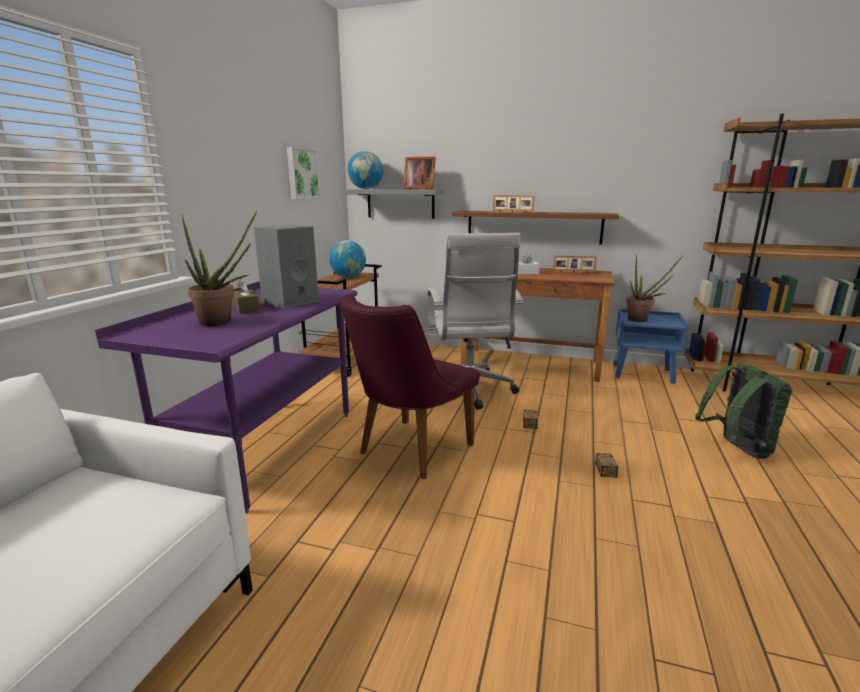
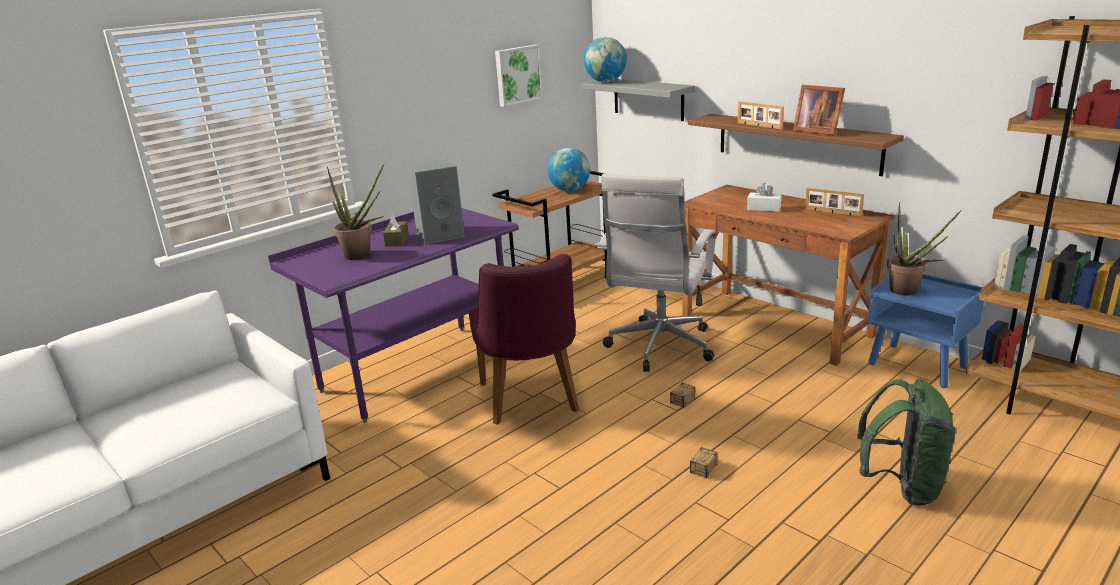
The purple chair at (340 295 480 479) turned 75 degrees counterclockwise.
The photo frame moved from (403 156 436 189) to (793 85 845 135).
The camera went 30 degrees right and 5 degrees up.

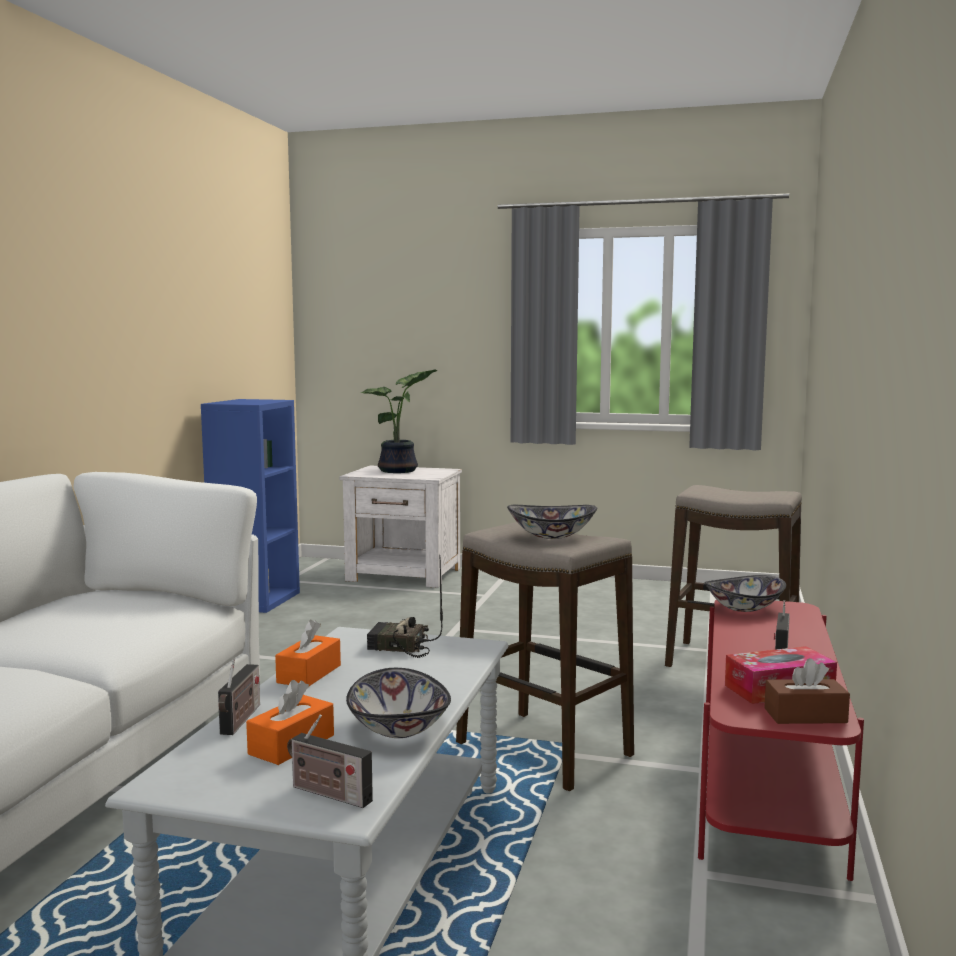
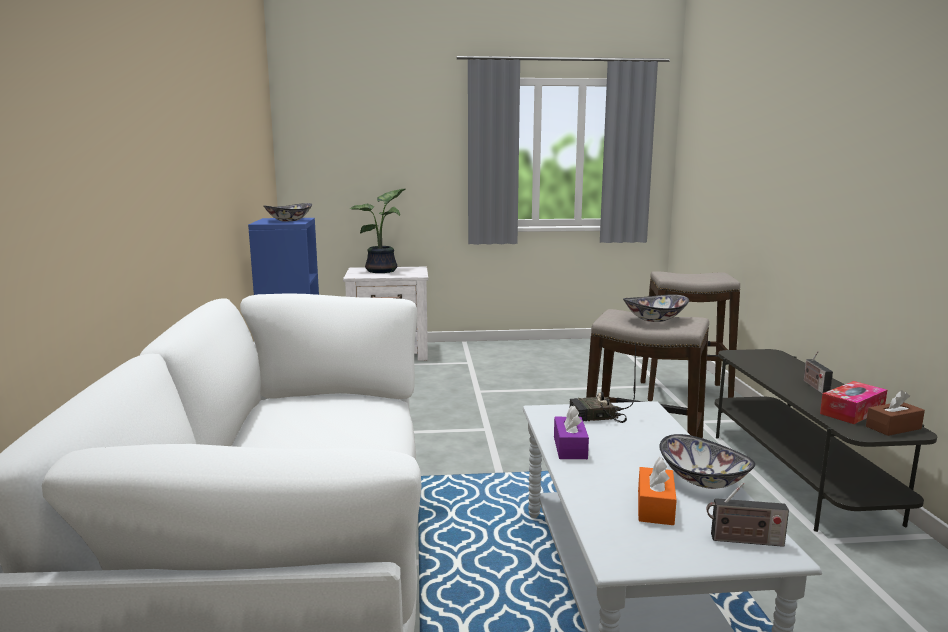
The radio set at (218 658 260 735) disappeared.
The orangey tissue holder at (275 620 341 686) became the purple tissue holder at (554 406 589 459).
The red tv stand at (698 599 864 881) became the grey tv stand at (715 349 937 532).
The serving bowl moved from (705 575 786 612) to (264 203 312 221).
The camera went 20 degrees left and 5 degrees up.

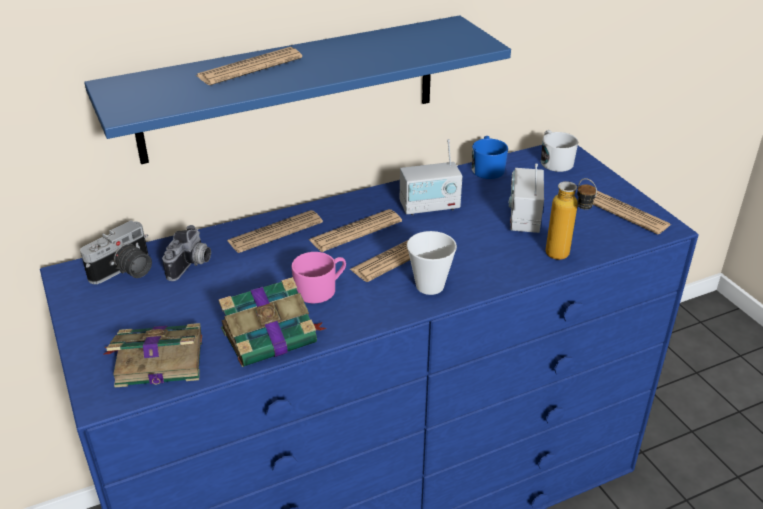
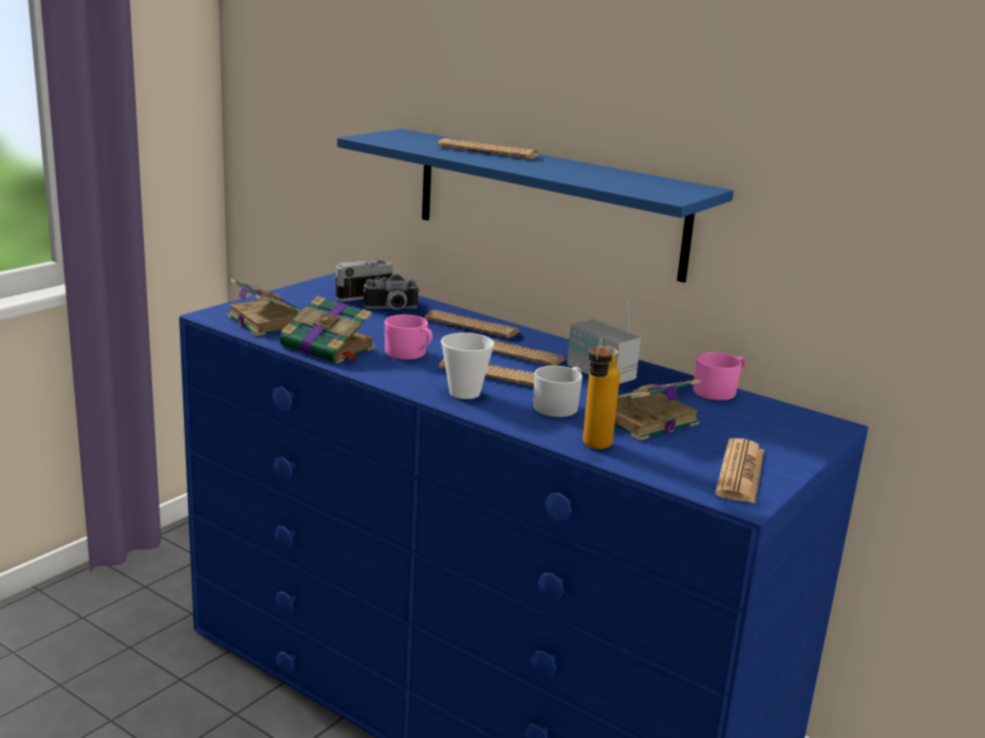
The photo camera at (80 220 152 284) turned 135 degrees clockwise.
The bluish tea mug at (472 136 508 179) became the pinkish tea mug at (693 352 745 400).
The radio set at (509 164 544 233) was replaced by the book at (615 379 700 441).
The white tea mug moved from (541 130 578 172) to (533 366 582 417).
The camera went 60 degrees right and 15 degrees down.

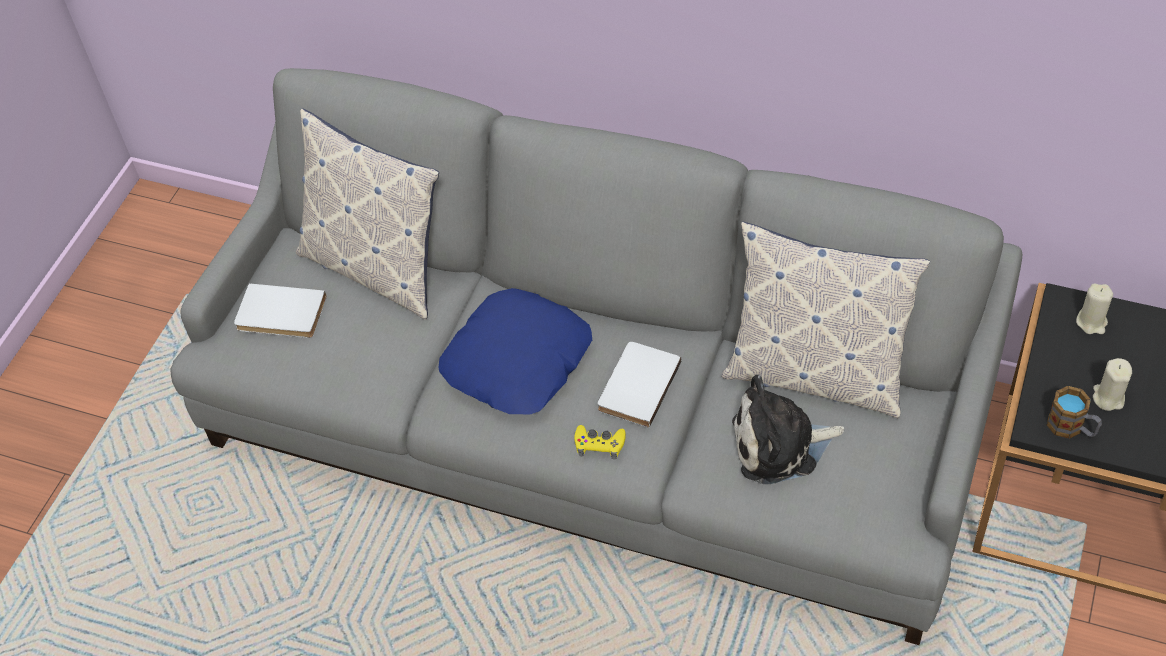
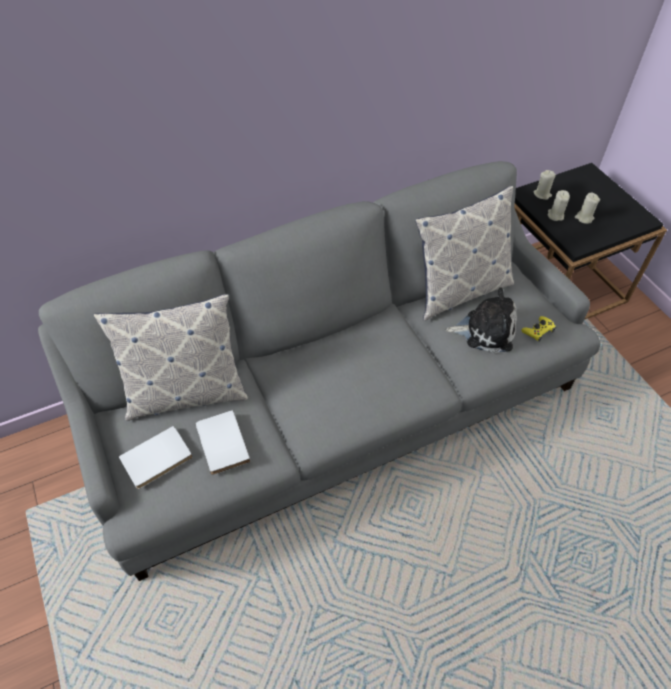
The bluish pillow at (439 288 592 414) disappeared.
The yellow gamepad moved from (574 425 626 460) to (522 316 556 342).
The white book moved from (598 342 682 428) to (196 410 251 475).
The cuddly toy at (732 375 845 484) turned 120 degrees counterclockwise.
The tea mug at (1047 386 1102 439) disappeared.
The beige wax candle at (548 190 570 221) appeared.
The camera went 50 degrees left and 0 degrees up.

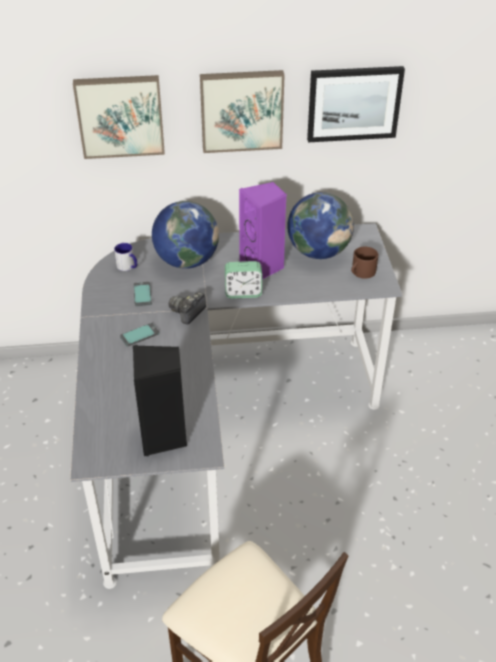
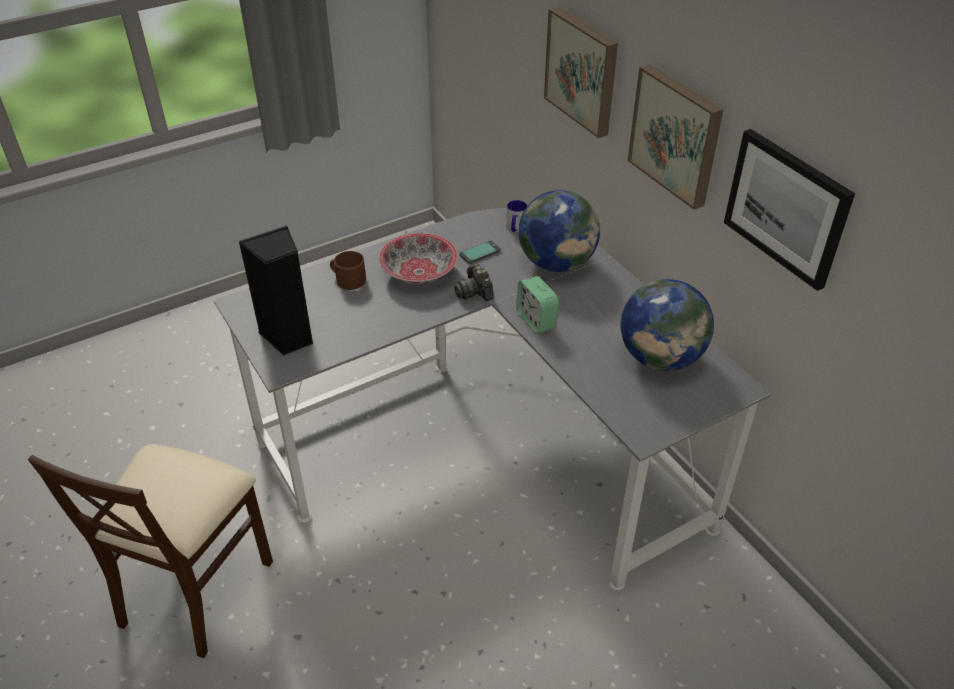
The phone at (120 323 159 347) was replaced by the serving bowl at (379 233 458 284).
The photo camera at (169 292 206 324) turned 120 degrees counterclockwise.
The purple loudspeaker at (239 182 286 280) disappeared.
The brown tea mug moved from (351 247 378 279) to (330 251 366 290).
The camera went 65 degrees right and 0 degrees up.

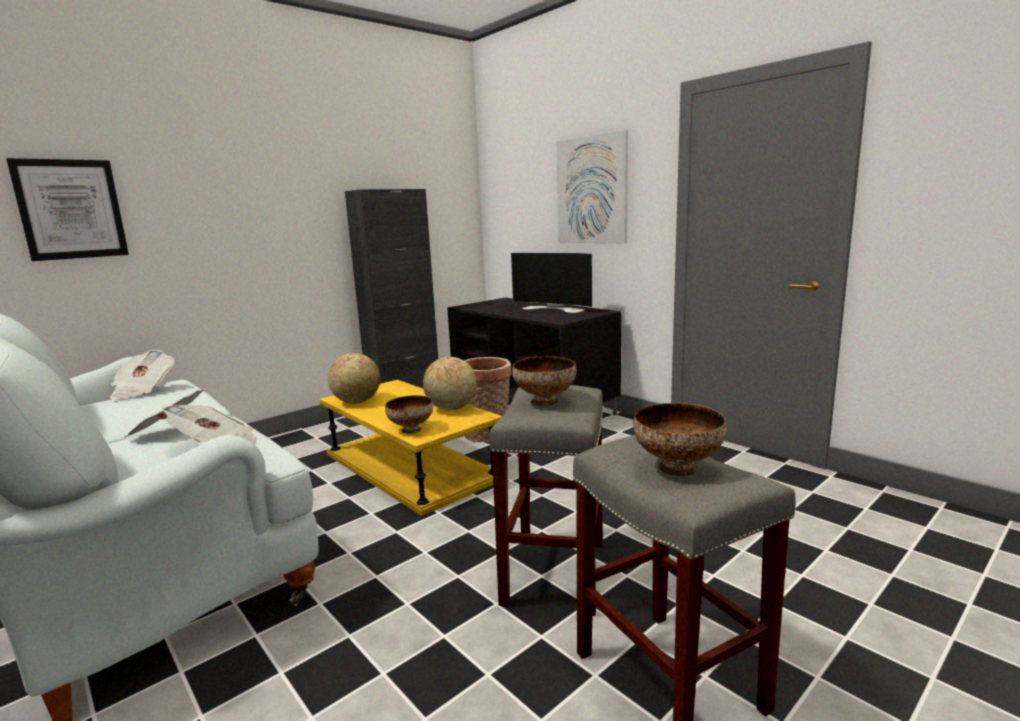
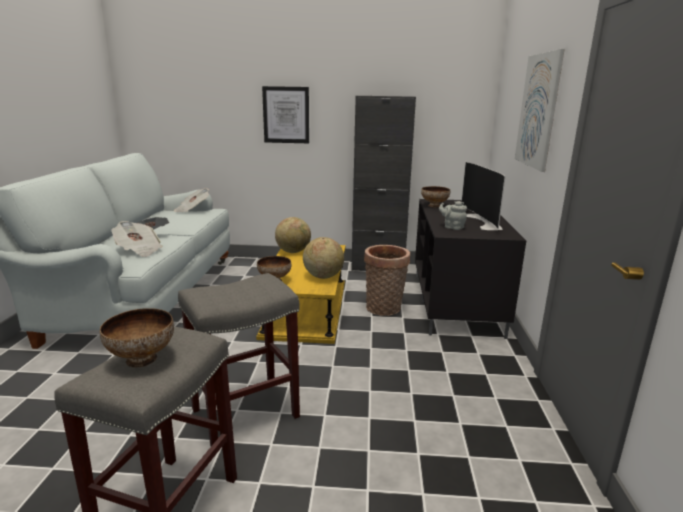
The picture moved from (6 158 129 261) to (262 86 309 143).
The serving bowl moved from (512 356 576 406) to (421 186 450 207).
The grey tea pot at (439 201 467 230) appeared.
The camera went 45 degrees right and 5 degrees up.

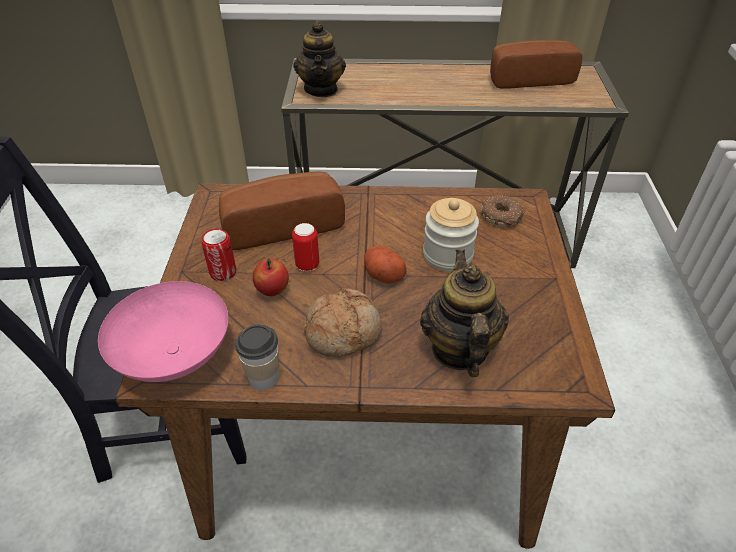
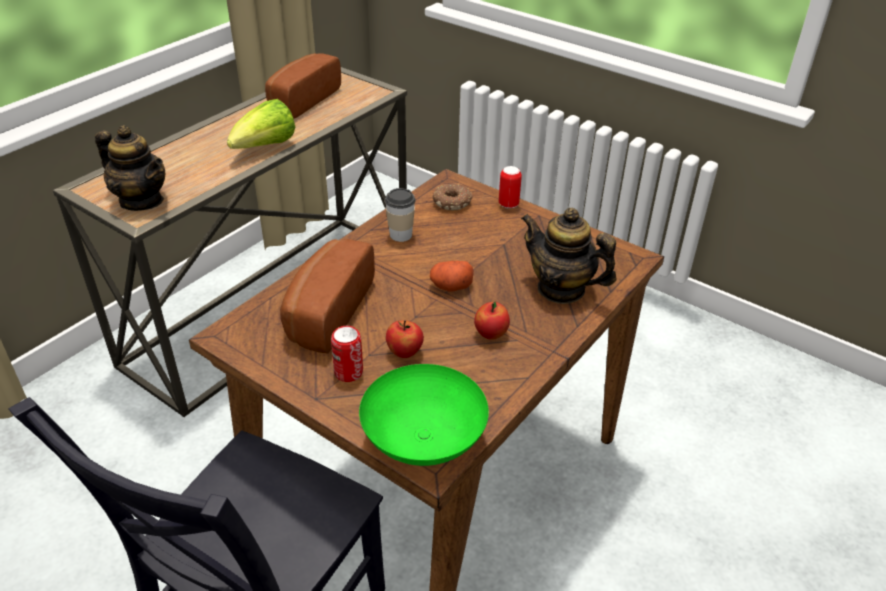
The pinkish serving bowl at (98 281 229 382) became the greenish serving bowl at (359 364 489 466).
The cup moved from (235 325 279 391) to (385 188 416 242).
The metal can moved from (292 223 319 272) to (499 166 522 209).
The bread at (304 288 382 357) was replaced by the apple fruit at (474 301 510 340).
The jar at (423 198 479 271) disappeared.
The head of lettuce at (227 99 295 149) appeared.
The camera went 55 degrees left and 5 degrees down.

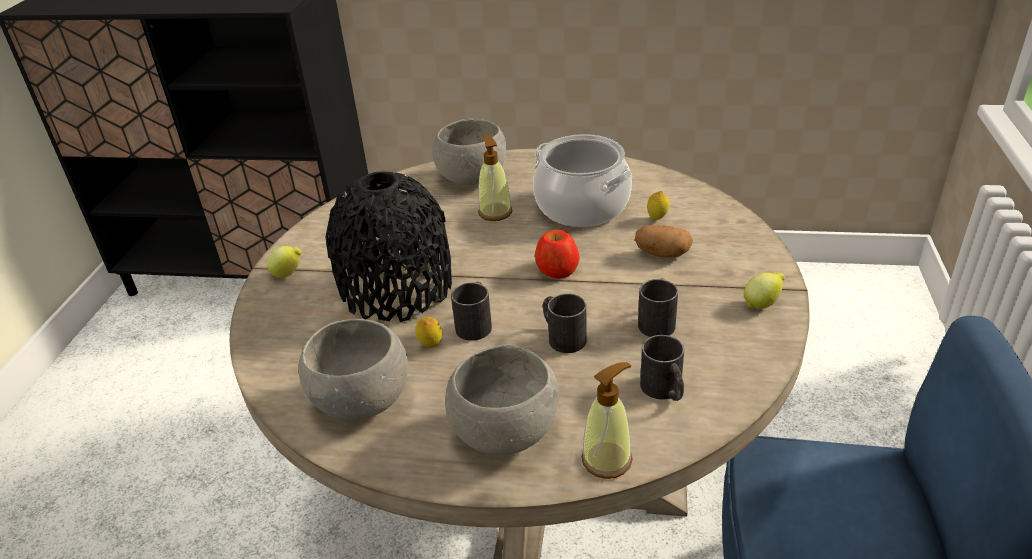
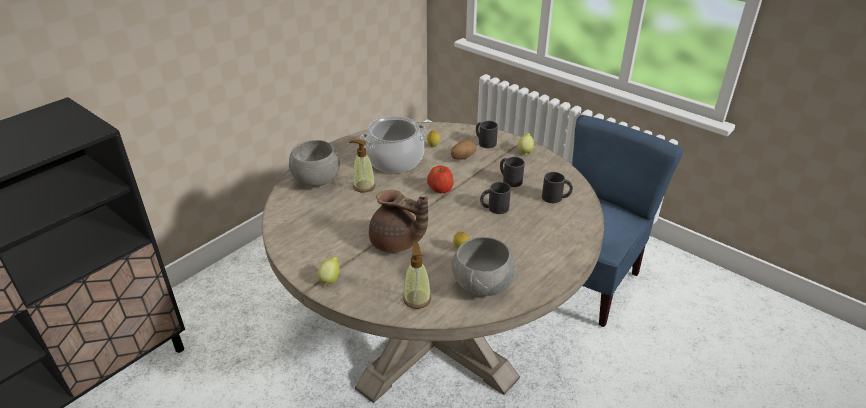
The black decorative vase at (326 171 452 322) was replaced by the brown tea pot at (369 190 428 253).
The grey serving bowl at (445 345 559 455) disappeared.
The black tea mug moved from (451 282 492 341) to (476 121 498 148).
The soap bottle moved from (581 362 633 479) to (403 242 431 309).
The camera went 60 degrees left and 0 degrees up.

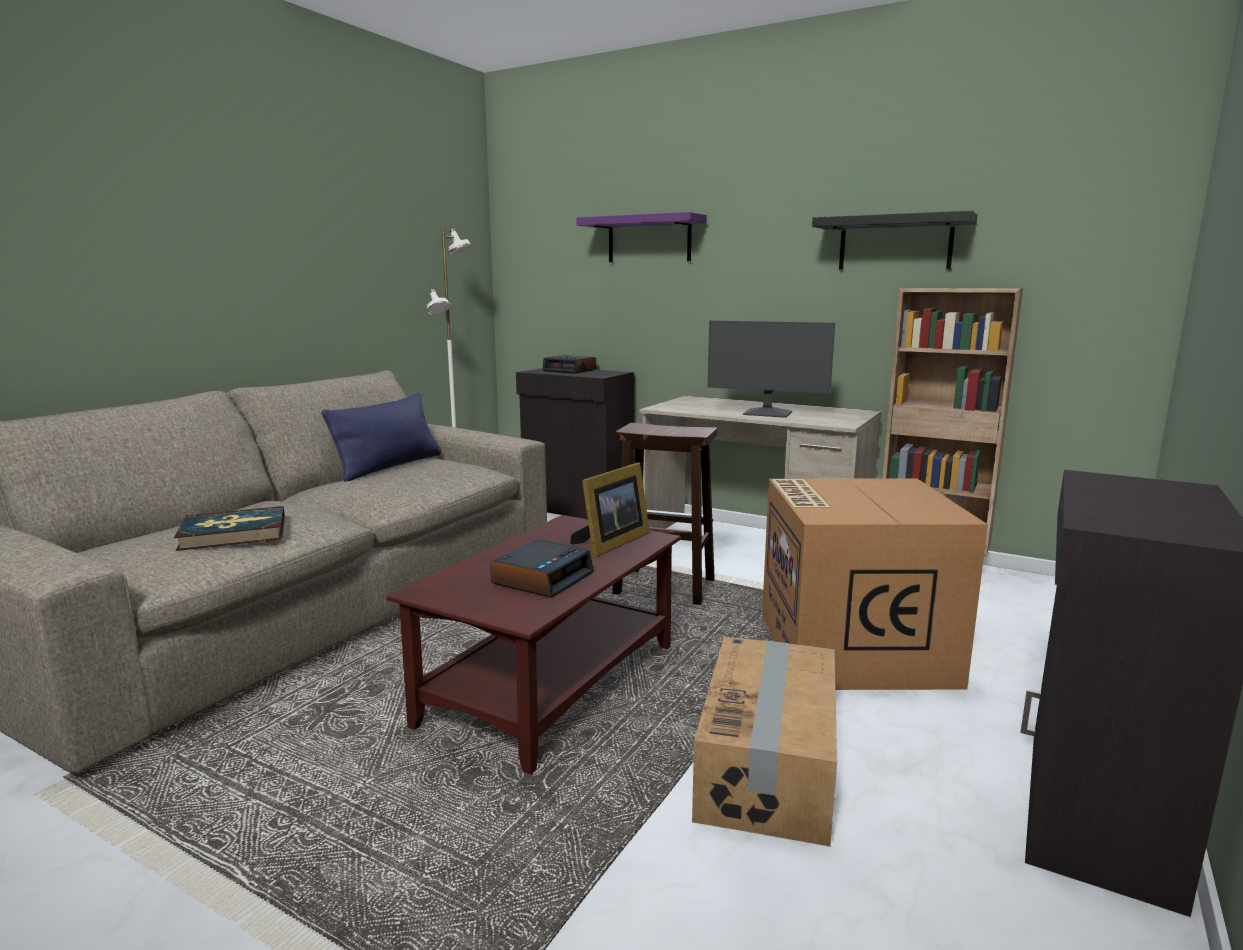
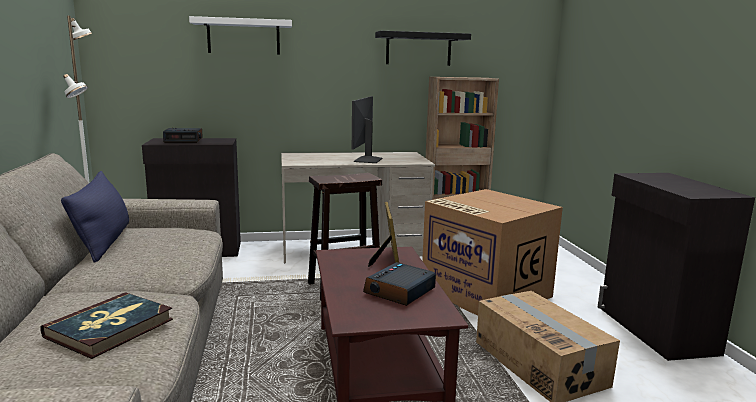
The table clock at (490 539 594 598) turned 135 degrees counterclockwise.
The purple wall shelf at (577 212 707 262) became the white wall shelf at (189 16 292 55).
The monitor at (707 320 835 418) turned 120 degrees clockwise.
The camera went 40 degrees left and 0 degrees up.

